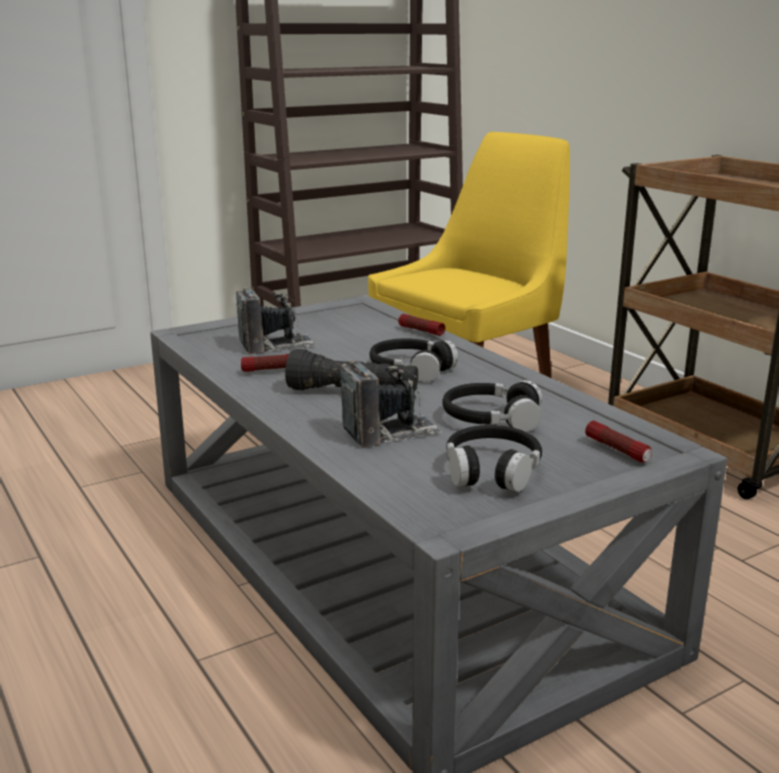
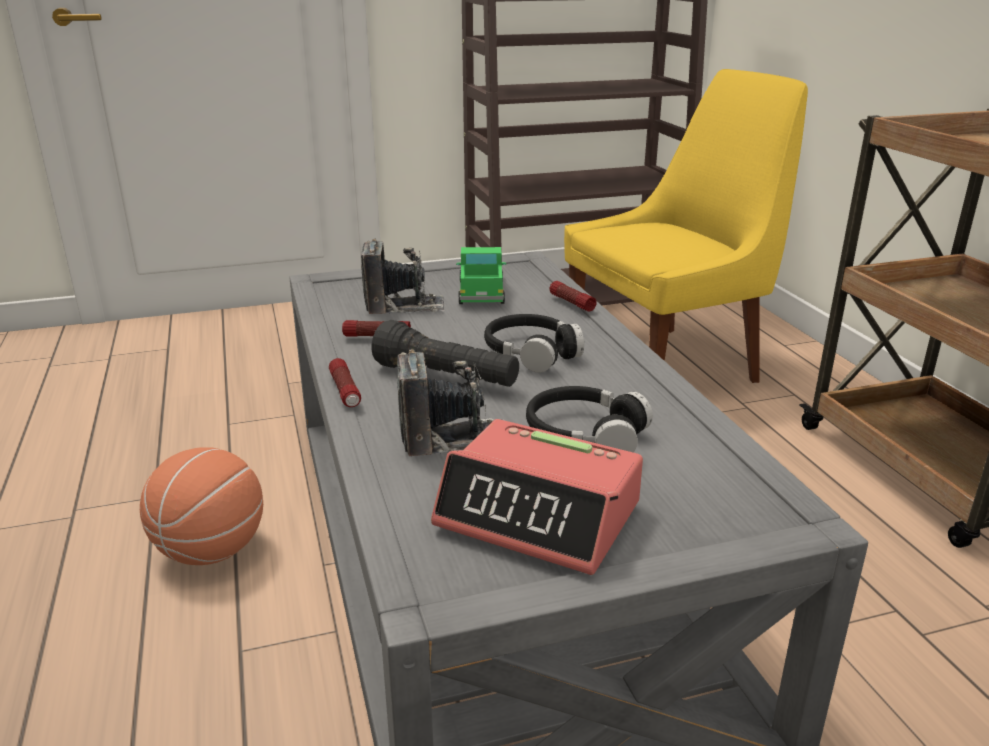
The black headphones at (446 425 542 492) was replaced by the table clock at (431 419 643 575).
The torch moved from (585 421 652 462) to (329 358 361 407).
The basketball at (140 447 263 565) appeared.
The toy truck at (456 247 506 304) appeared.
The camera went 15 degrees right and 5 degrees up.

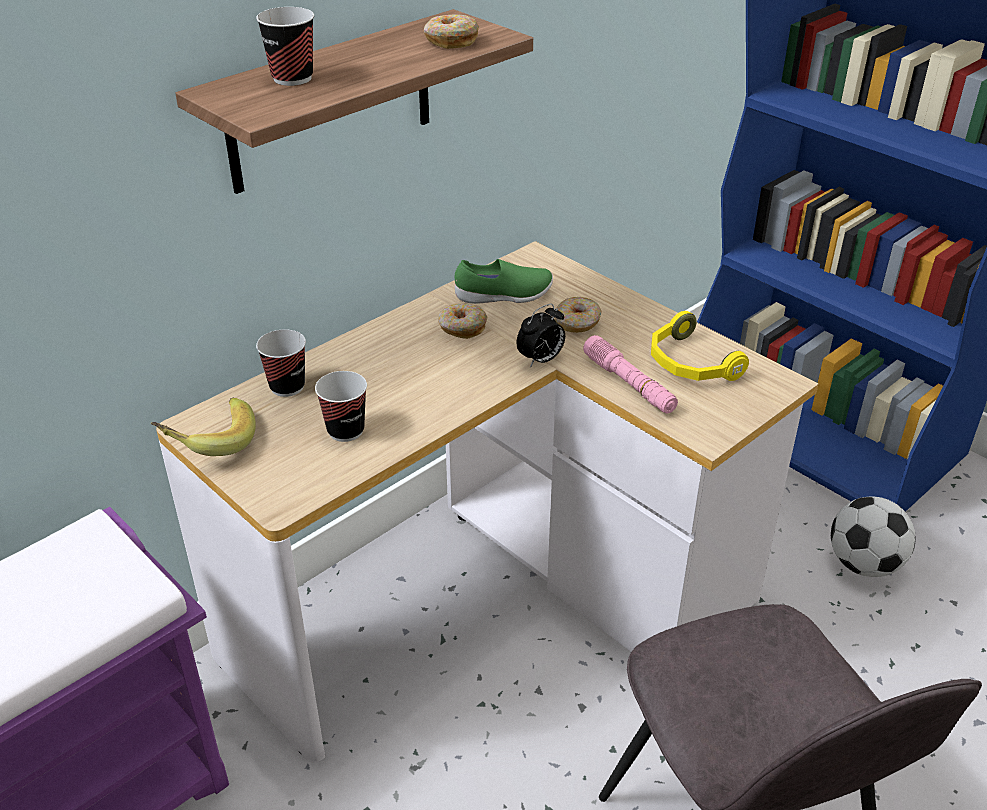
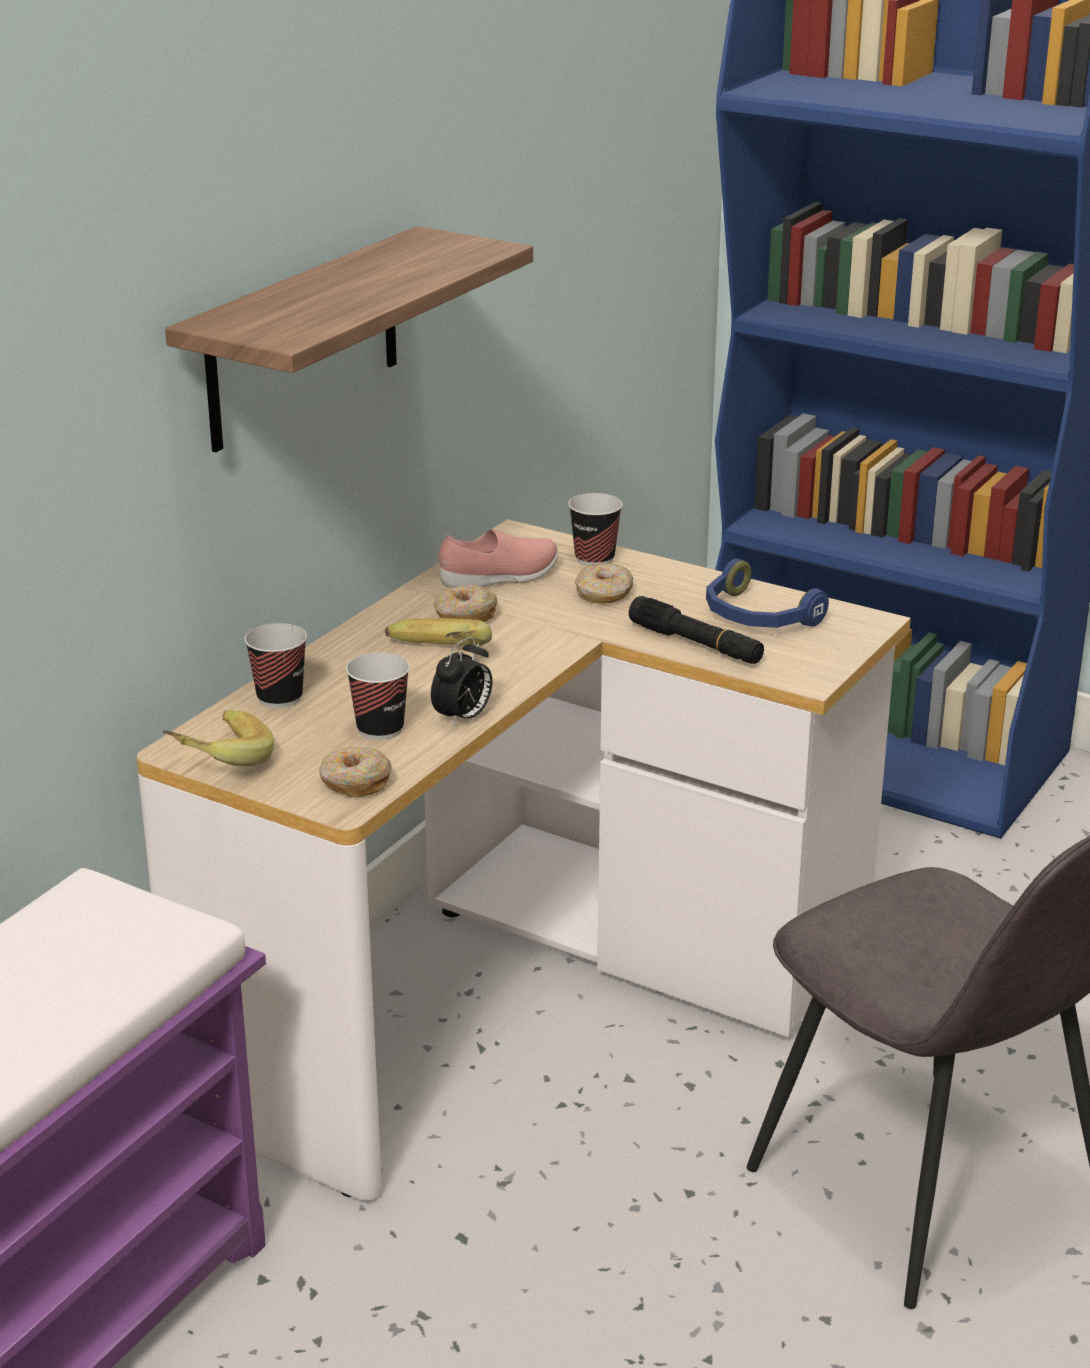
The cup moved from (256 7 314 86) to (568 493 623 566).
The donut moved from (424 14 479 49) to (319 747 392 798).
The greenish item of footwear at (455 259 553 304) became the pinkish item of footwear at (439 529 558 588).
The table clock moved from (516 304 565 367) to (431 637 492 728).
The pinkish torch at (583 335 678 414) became the black torch at (629 596 764 664).
The yellow headphones at (651 311 749 381) became the bluish headphones at (706 559 829 628).
The football ball at (831 497 916 577) disappeared.
The banana at (385 618 492 646) appeared.
The camera went 15 degrees left and 10 degrees down.

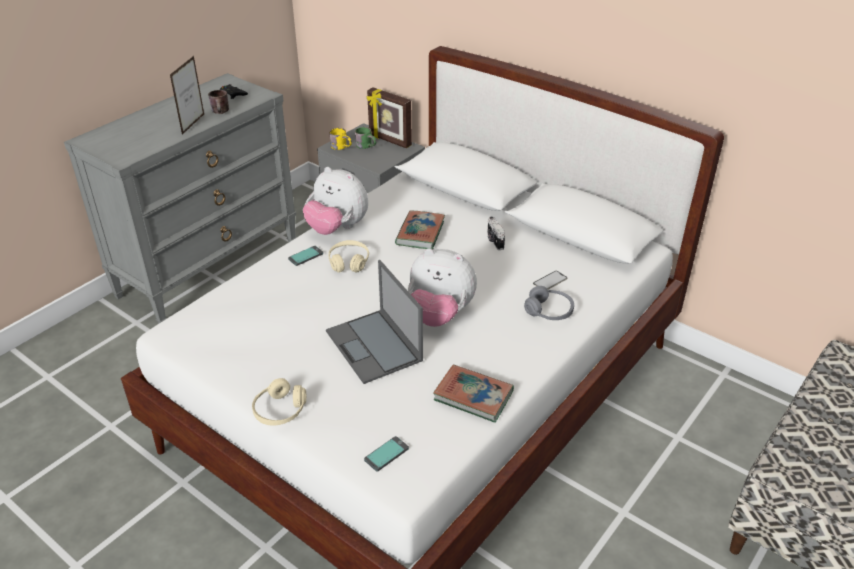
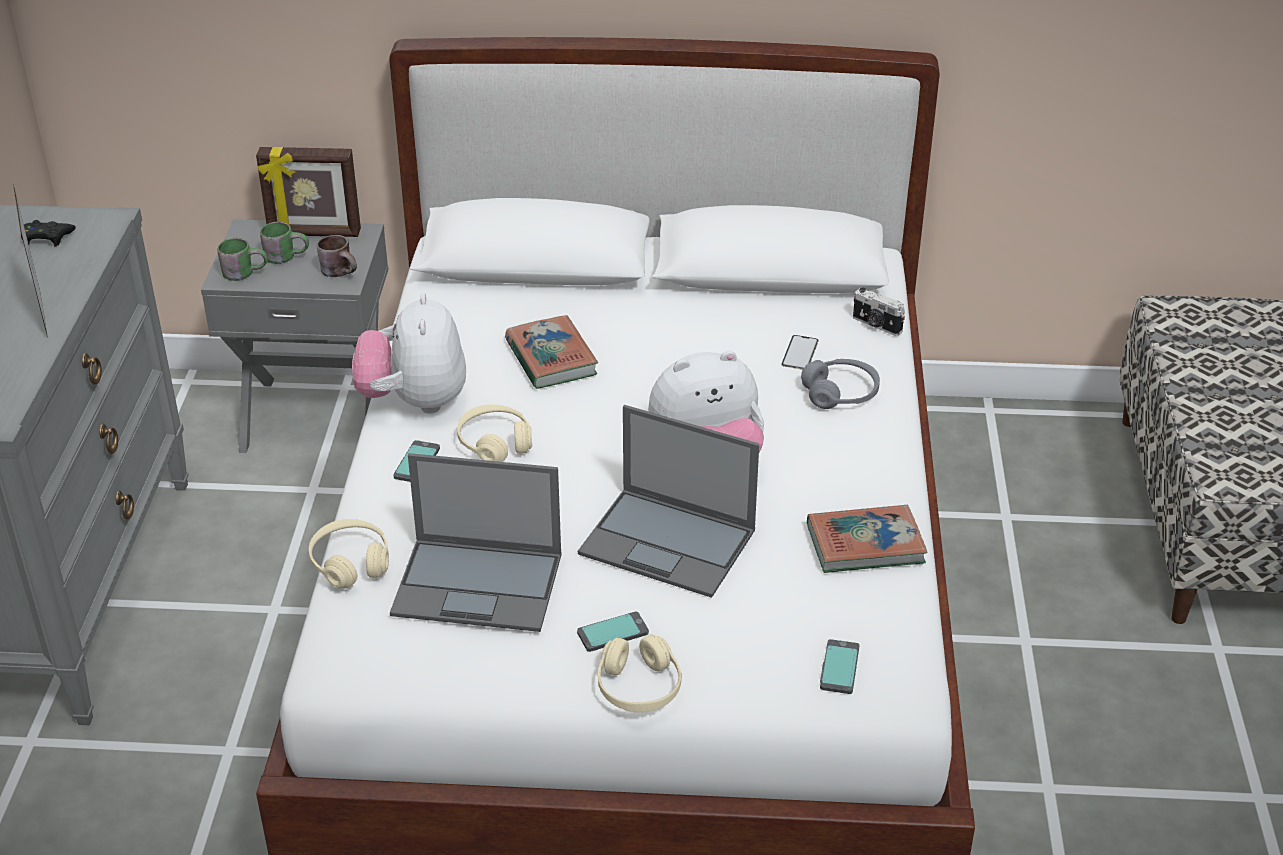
The brown tea mug moved from (208 90 229 114) to (317 235 357 277).
The cuddly toy at (303 167 368 235) turned 90 degrees clockwise.
The yellow tea mug at (329 128 352 150) became the greenish tea mug at (218 238 268 281).
The photo camera moved from (487 217 505 250) to (853 287 905 336).
The beige headphones at (309 519 389 588) appeared.
The notebook computer at (390 453 561 632) appeared.
The phone at (577 612 649 652) appeared.
The camera went 35 degrees left and 0 degrees up.

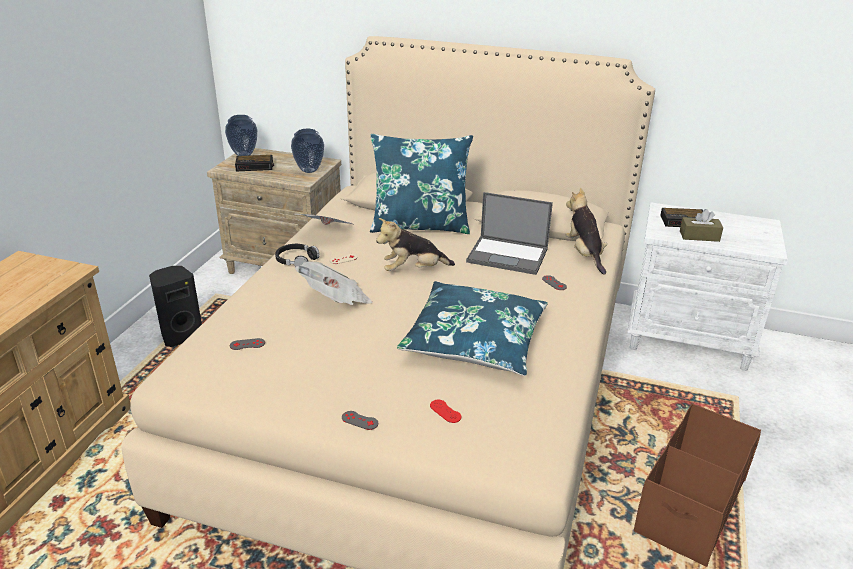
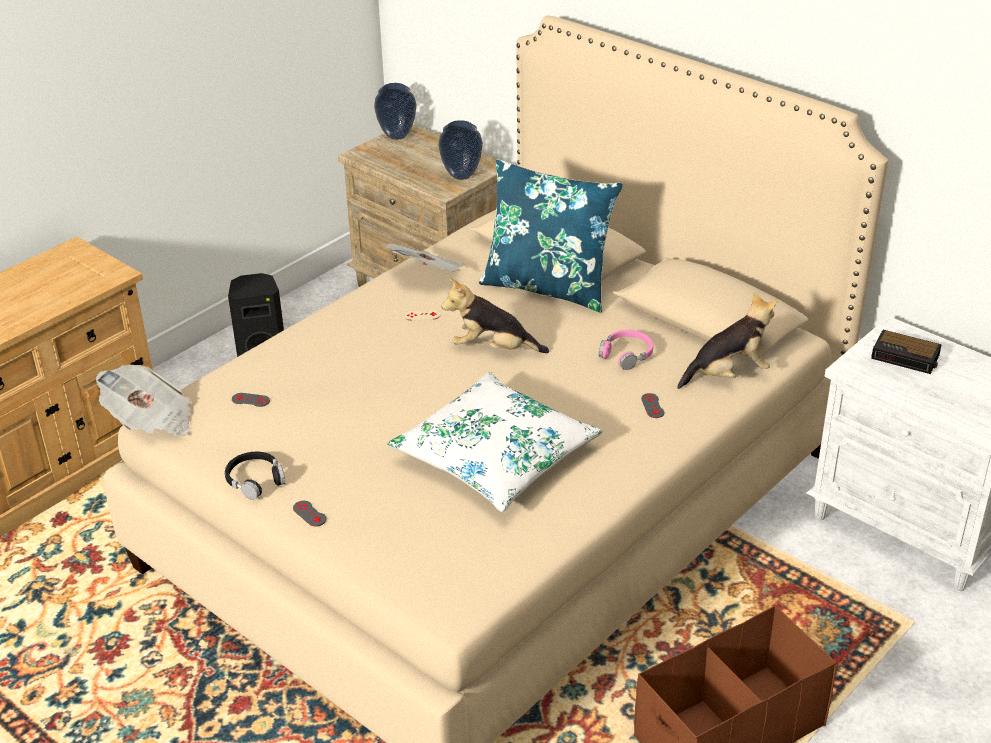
The table clock at (235 155 274 171) disappeared.
The black headphones moved from (275 244 320 267) to (225 452 285 500).
The daily paper moved from (295 261 372 305) to (96 365 191 436).
The bluish pillow at (397 281 548 376) became the white pillow at (387 372 603 512).
The red gamepad at (430 400 461 423) disappeared.
The notebook computer at (466 192 553 275) was replaced by the pinkish headphones at (599 330 654 370).
The cuddly toy at (565 188 607 275) turned 60 degrees clockwise.
The brown tissue holder at (680 209 723 242) disappeared.
The camera went 25 degrees right and 5 degrees up.

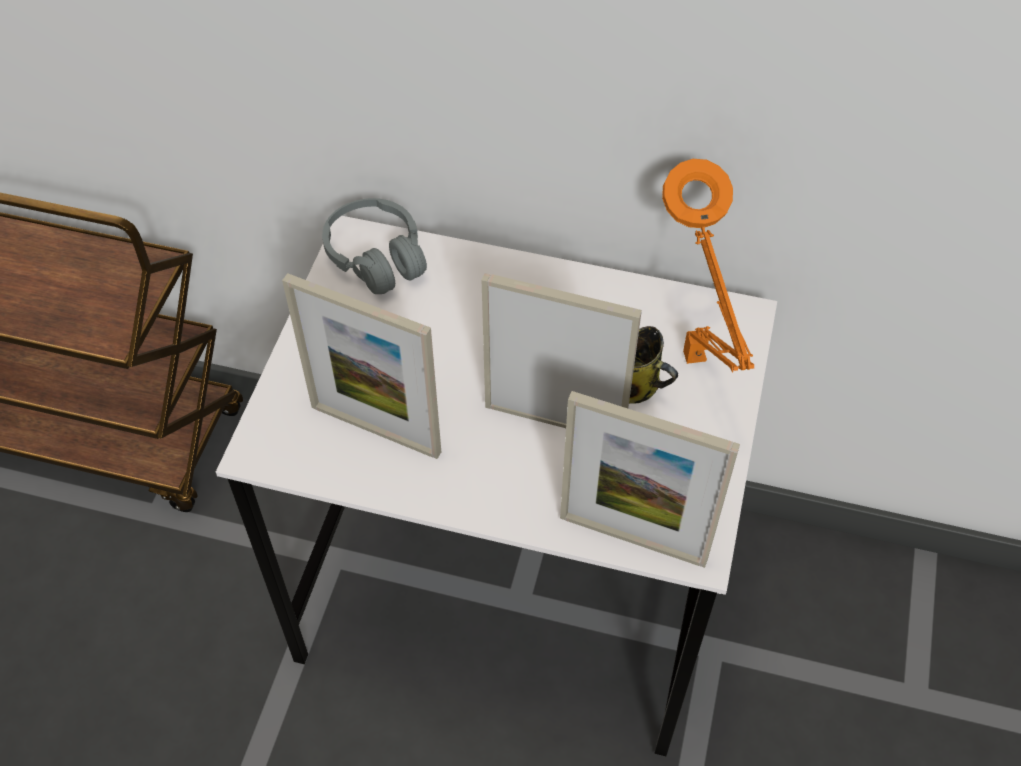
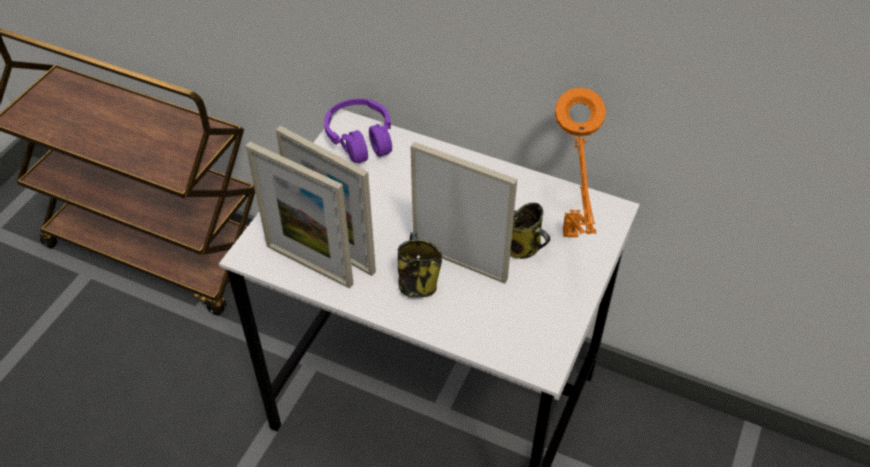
The grey headphones at (322 198 427 294) became the purple headphones at (324 99 392 163).
The photo frame moved from (560 391 740 568) to (245 142 353 289).
The tea mug at (398 232 443 297) appeared.
The camera went 10 degrees right and 5 degrees down.

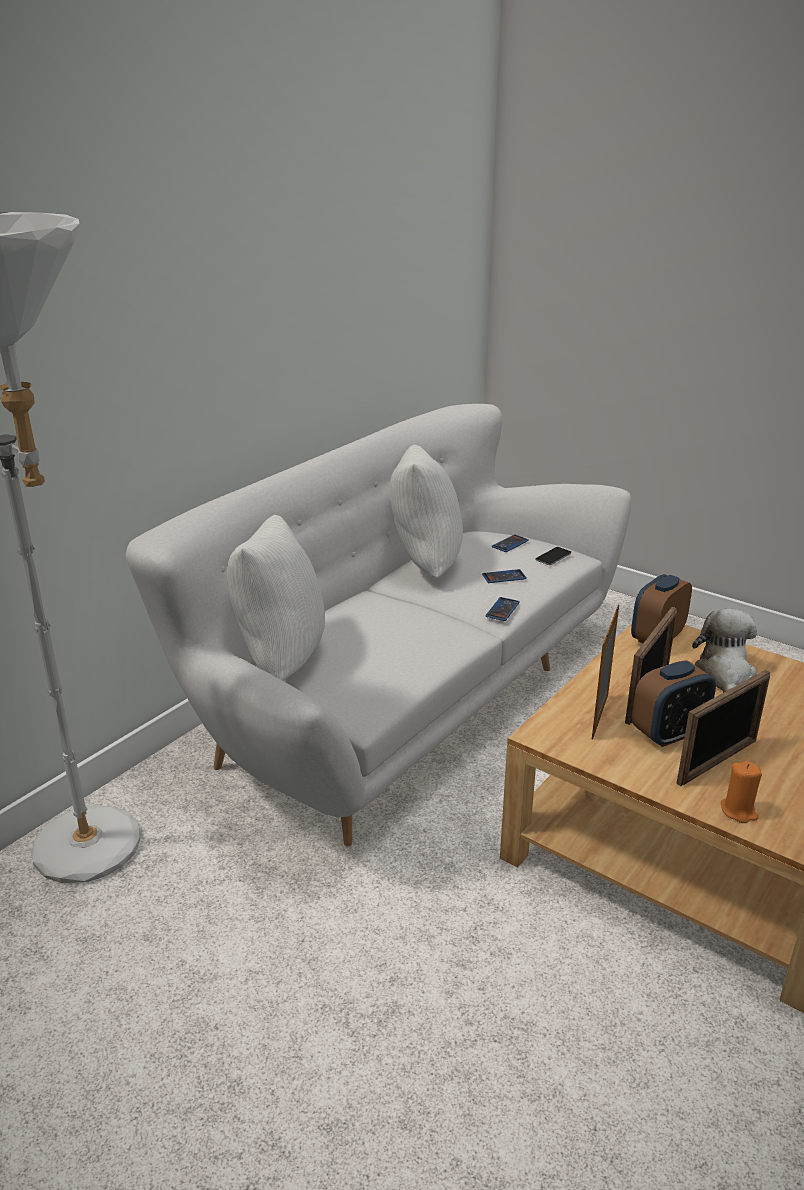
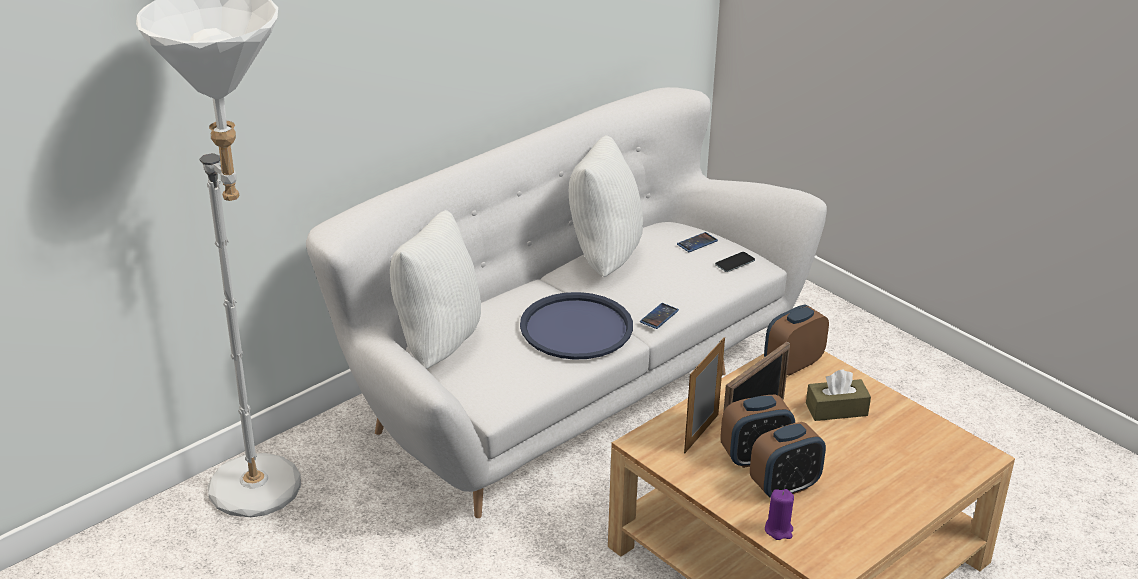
The phone at (482 569 527 583) disappeared.
The photo frame at (676 670 770 786) was replaced by the table clock at (750 422 826 498).
The cuddly toy at (692 608 757 693) was replaced by the brown tissue holder at (806 369 871 421).
The orangey wax candle at (721 761 762 823) became the purple wax candle at (765 489 794 540).
The bluish carrying tray at (520 292 633 360) appeared.
The camera went 10 degrees right and 5 degrees up.

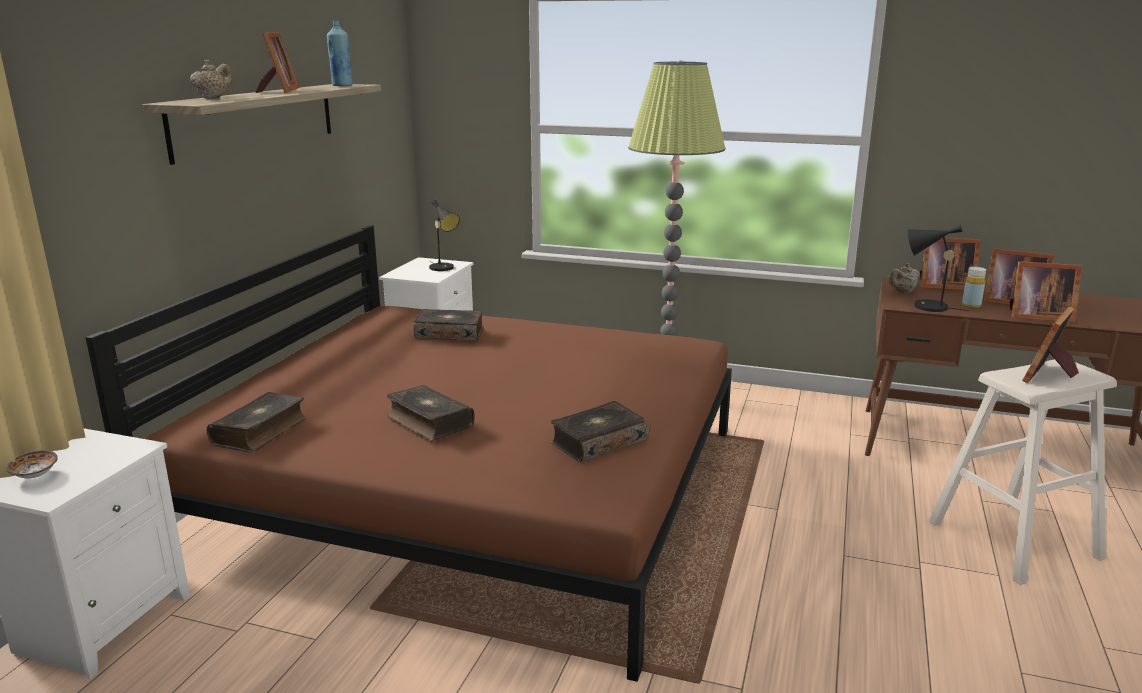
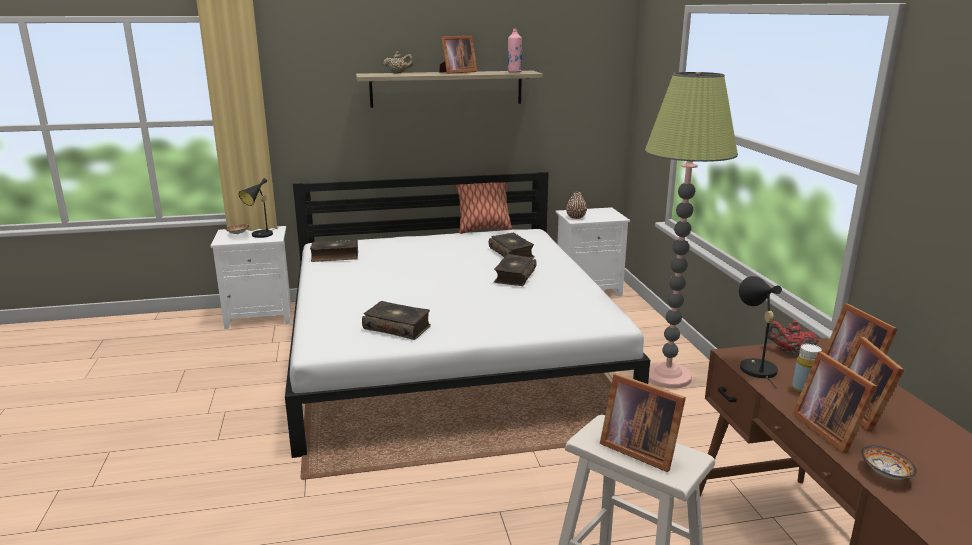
The brown sleeping bed at (85 225 732 682) became the white sleeping bed at (285 172 650 458).
The bluish drink bottle at (327 21 353 86) became the pinkish drink bottle at (508 29 522 73).
The book moved from (387 385 474 441) to (494 254 537 286).
The black lamp for a table moved from (429 200 460 271) to (239 178 277 238).
The beige tea pot at (889 263 919 293) became the red tea pot at (765 320 819 355).
The photo frame at (1022 307 1079 383) turned 150 degrees counterclockwise.
The pillow at (456 182 512 234) appeared.
The brown decorative vase at (566 191 587 219) appeared.
The serving bowl at (861 445 917 480) appeared.
The camera went 60 degrees right and 0 degrees up.

